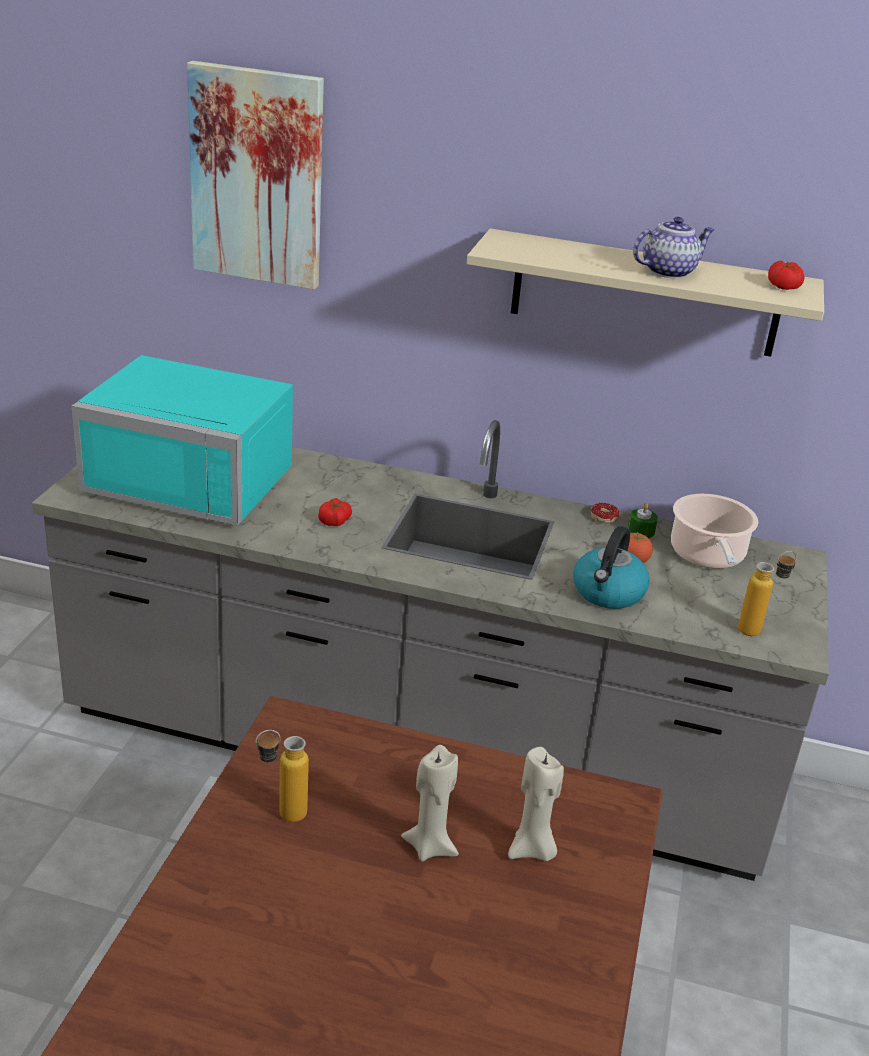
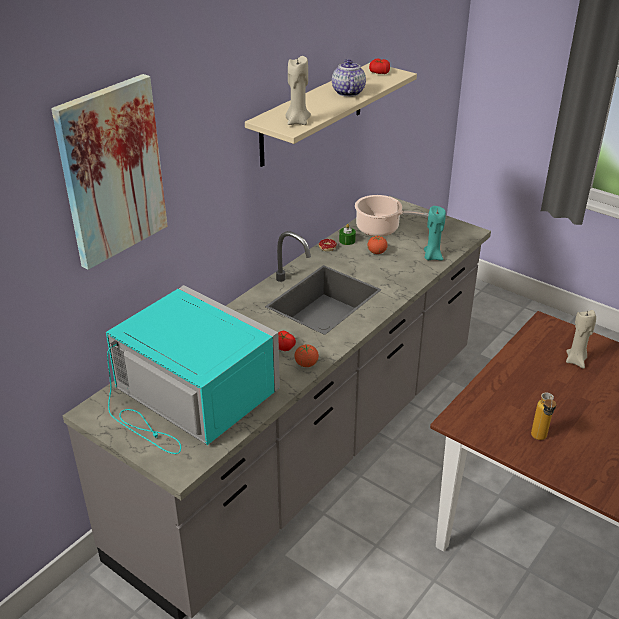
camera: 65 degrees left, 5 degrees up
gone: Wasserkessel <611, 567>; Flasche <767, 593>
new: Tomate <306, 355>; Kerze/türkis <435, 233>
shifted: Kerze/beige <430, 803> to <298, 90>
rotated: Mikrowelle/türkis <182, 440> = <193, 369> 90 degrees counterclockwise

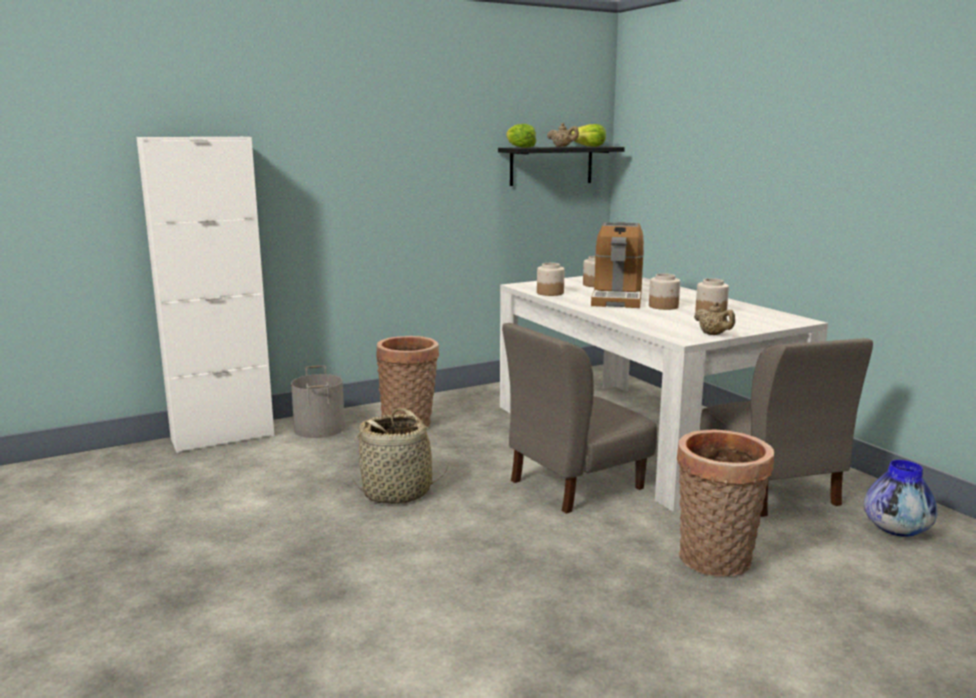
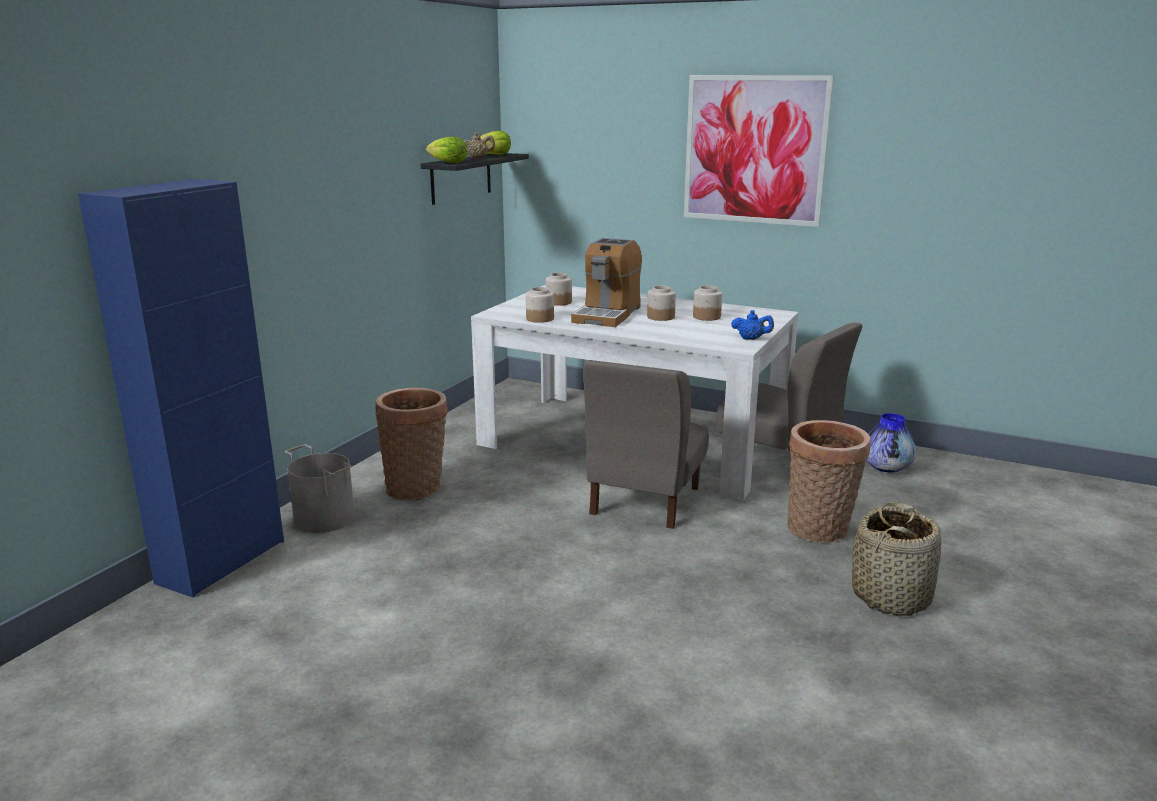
camera: 35 degrees left, 5 degrees up
new: Bild <759, 151>
shifted: Korb <400, 456> to <896, 559>
repainted: Schrank/weiß <205, 295> to Schrank/blau <181, 388>; Teekanne/beige <714, 318> to Teekanne/blau <752, 325>
rotated: Kaffeemaschine <617, 265> = <606, 282> 45 degrees clockwise

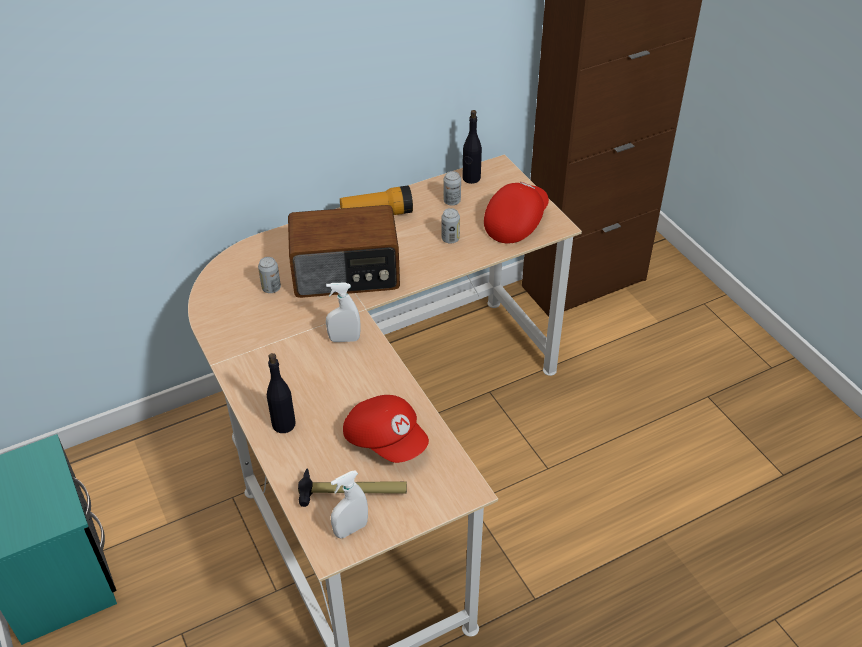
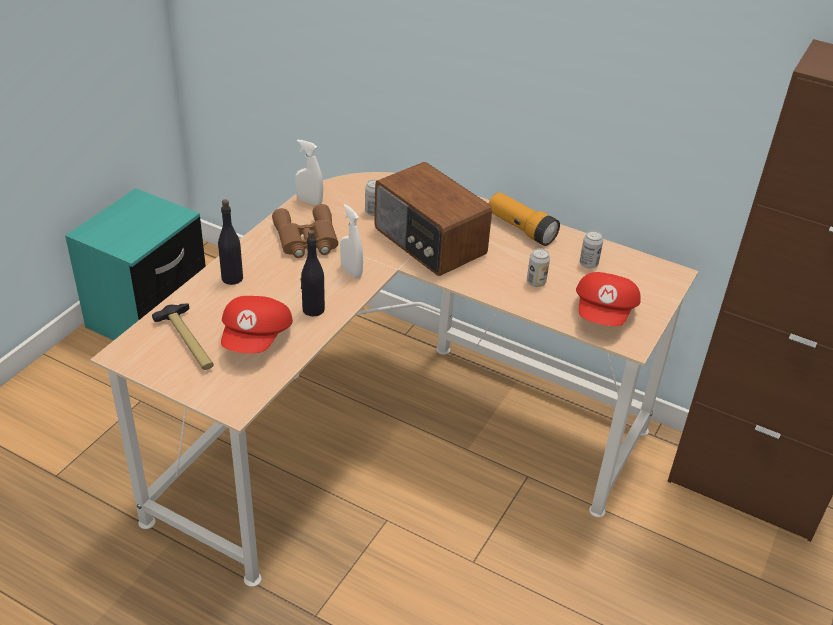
camera: 55 degrees right, 5 degrees down
new: Fernglas/braun <305, 231>
shifted: Sprühflasche/weiß <349, 504> to <309, 172>; Flasche/schwarz <472, 147> to <312, 273>
rotated: Kappe/rot <516, 213> = <608, 299> 105 degrees clockwise

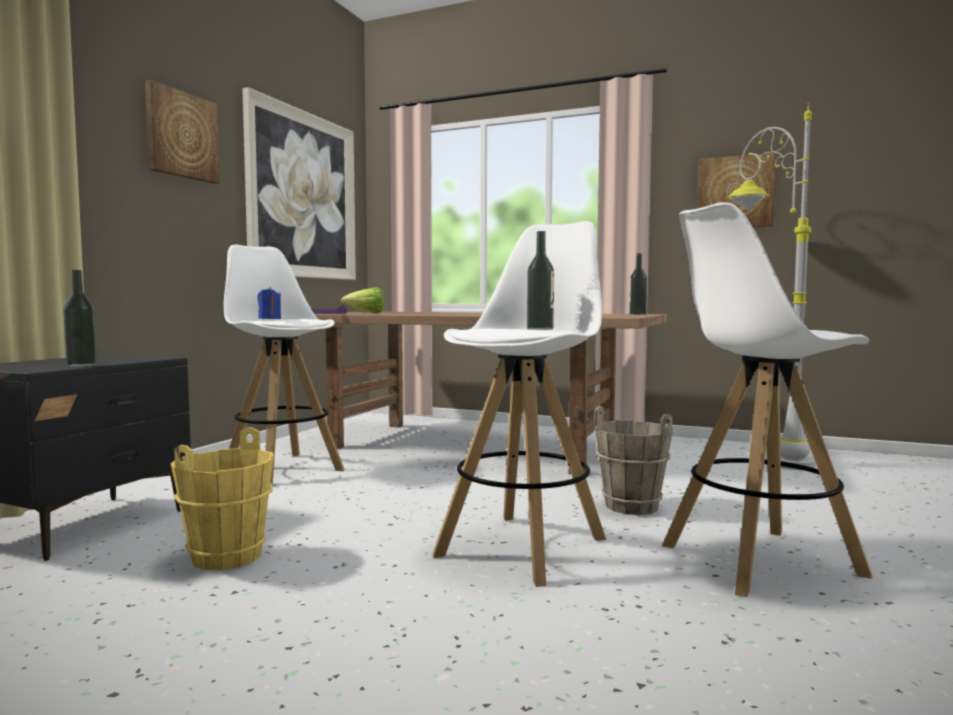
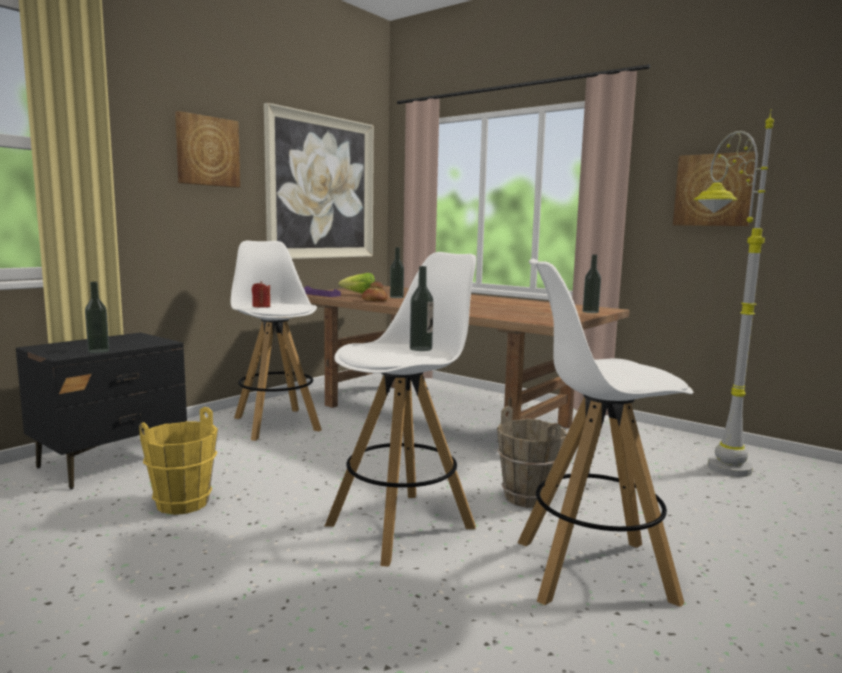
camera: 15 degrees right, 5 degrees up
new: Brot <375, 291>; Flasche <397, 272>
repainted: Kerze/blau <269, 303> to Kerze/rot <261, 294>

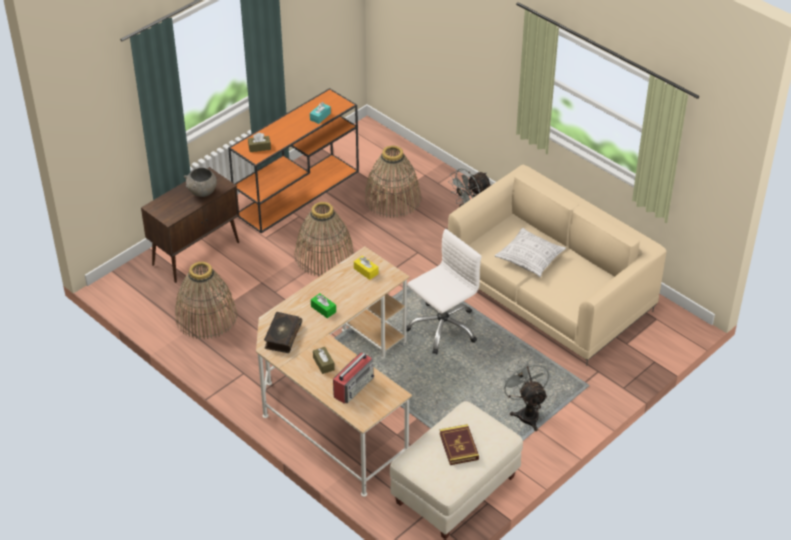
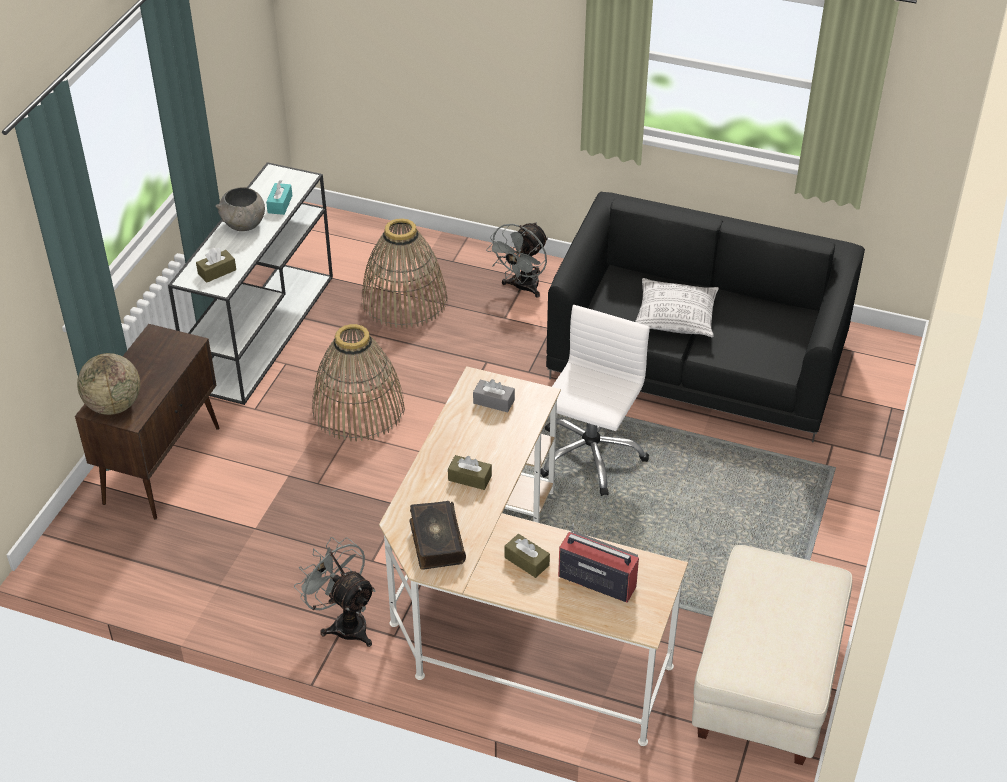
camera: 25 degrees left, 0 degrees up
gone: Korb <207, 300>; Buch <459, 444>
new: Globus <108, 384>
shifted: Schüssel/grau <200, 182> to <240, 209>; Ventilator/grau <525, 394> to <335, 592>
repainted: Konsolentisch/orange <293, 160> to Konsolentisch/weiß <250, 283>; Taschentuchbox/grün <323, 305> to Taschentuchbox/braun <470, 472>; Taschentuchbox/gelb <366, 268> to Taschentuchbox/grau <494, 395>; Sofa/beige <557, 265> to Sofa/schwarz <705, 317>
rotated: Radio <353, 378> = <598, 563> 75 degrees counterclockwise

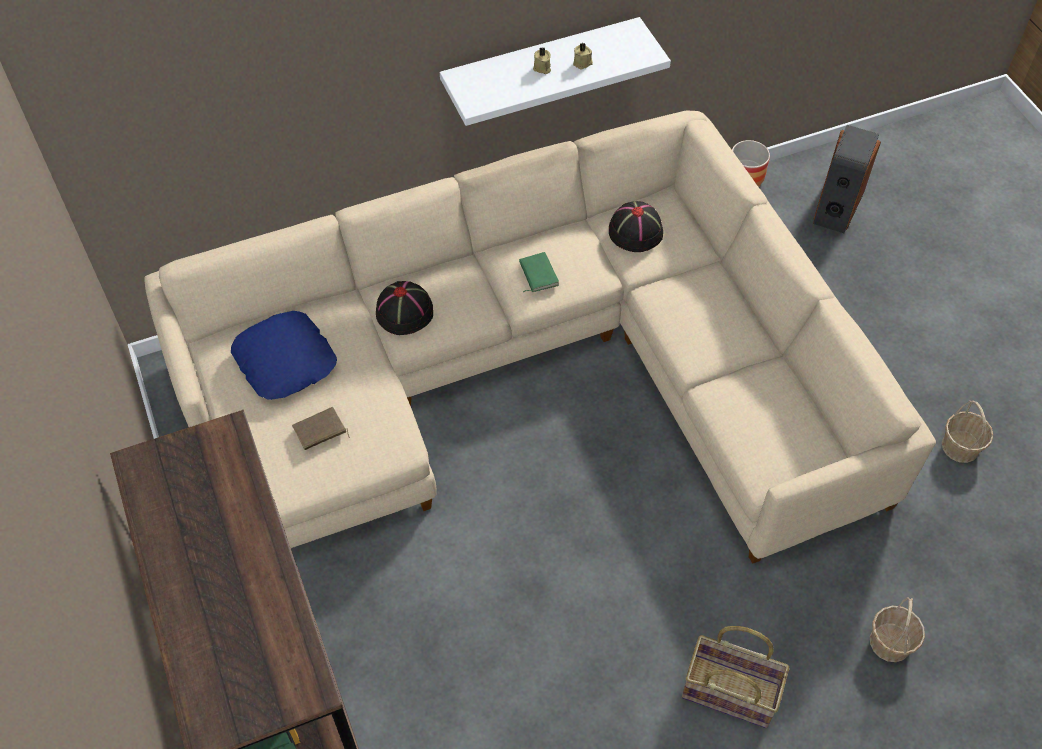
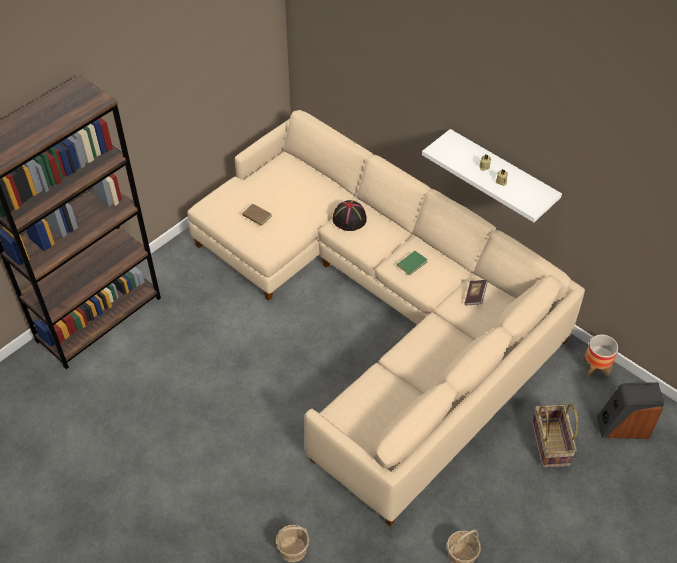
camera: 65 degrees right, 5 degrees down
gone: Kissen/blau <284, 355>
shifted: Korb <735, 677> to <555, 435>
swapped: Hut/schwarz <636, 226> to Buch <476, 292>

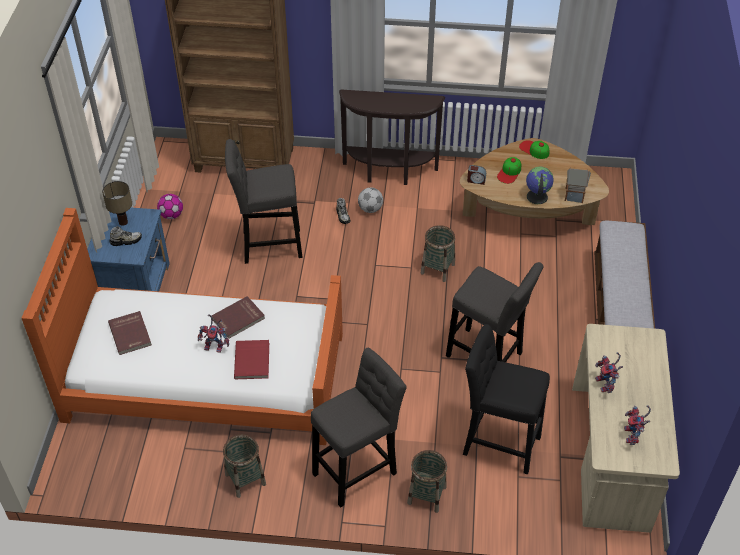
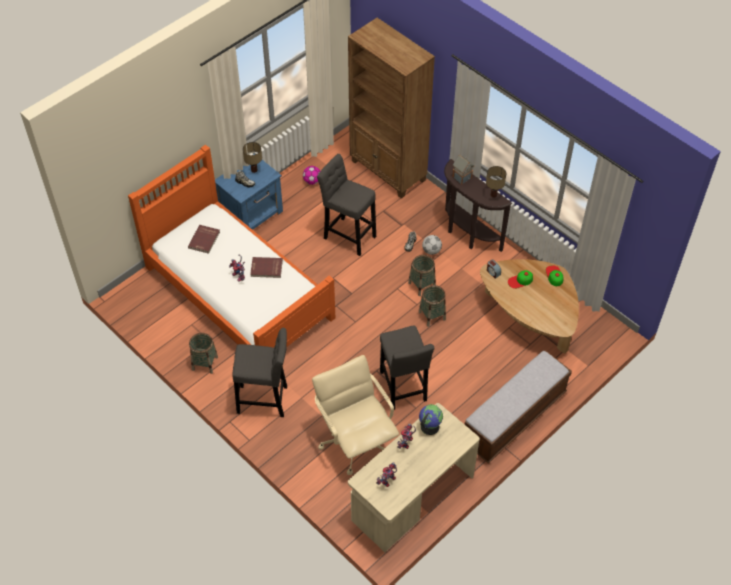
camera: 40 degrees right, 5 degrees up
gone: Buch/rot <251, 359>
new: Tischlampe <496, 182>
shifted: Korb <427, 481> to <422, 275>; Globus <540, 185> to <431, 419>; Spielzeughaus <578, 185> to <463, 169>
swapped: Hocker/schwarz <506, 399> to Bürostuhl/beige <355, 415>

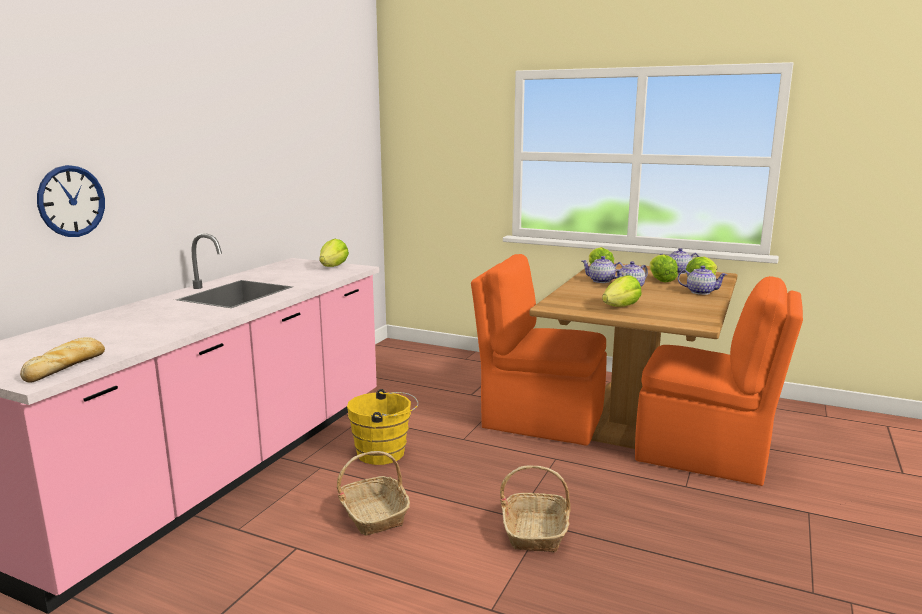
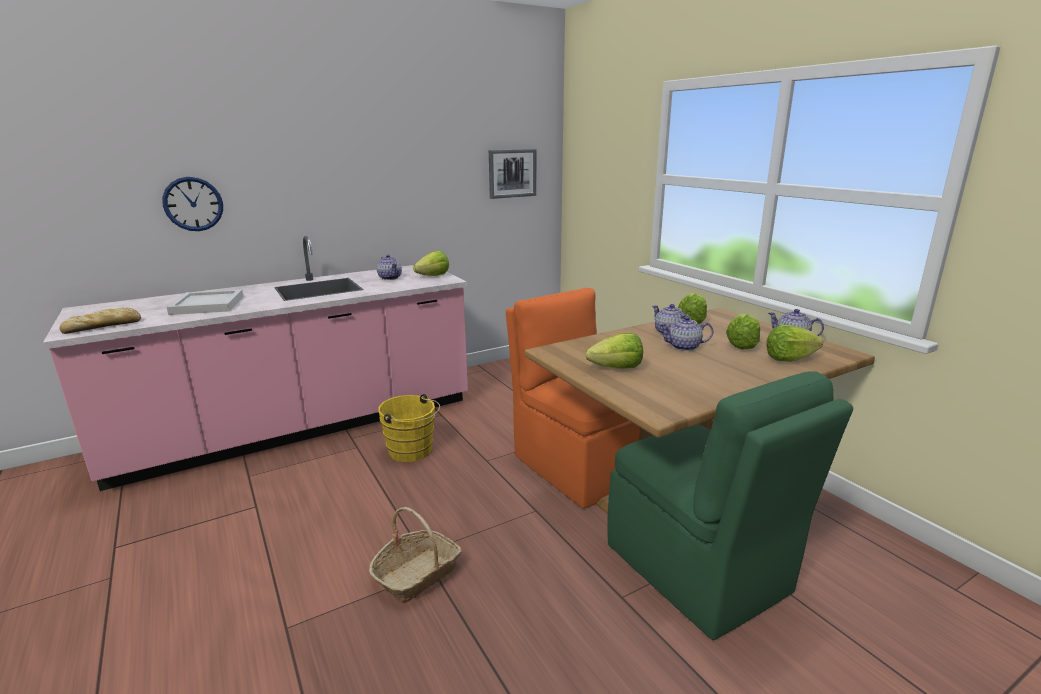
camera: 35 degrees right, 5 degrees up
gone: Korb <373, 493>
new: Tablett/weiß <205, 302>; Bild <512, 174>
shifted: Teekanne <702, 280> to <389, 267>
repainted: Stuhl/orange <719, 381> to Stuhl/grün <730, 505>

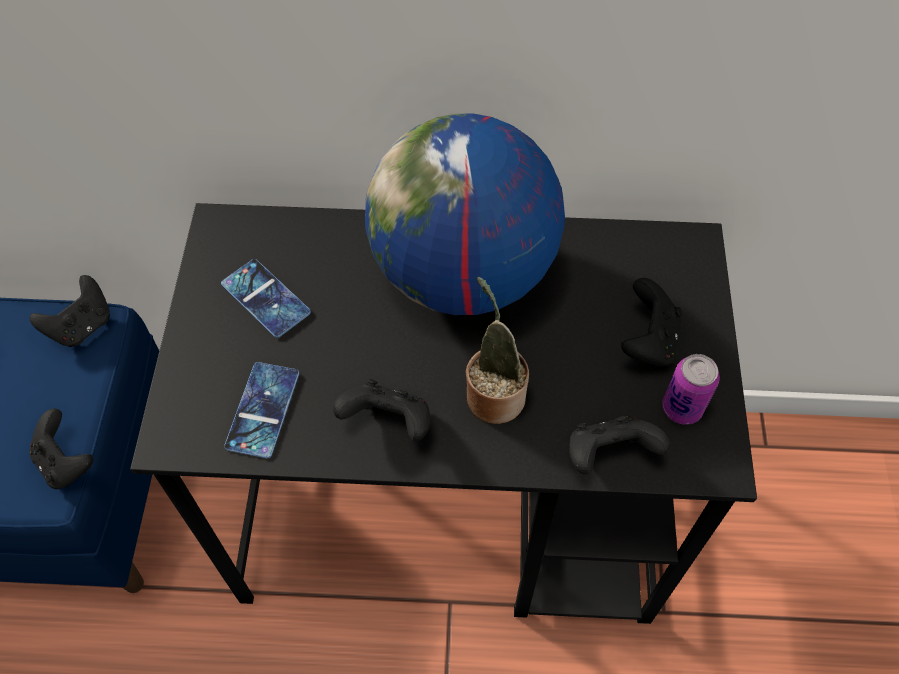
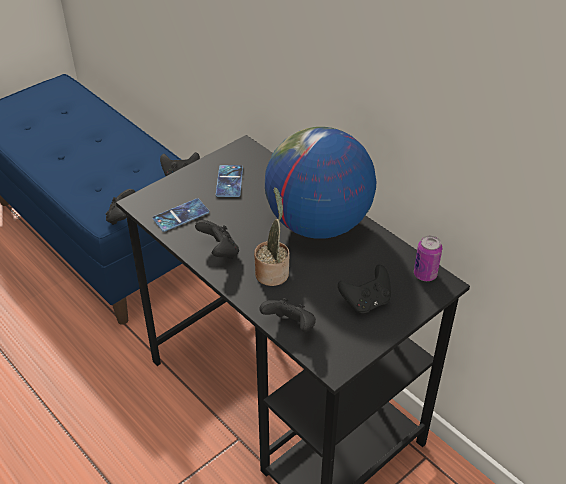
camera: 45 degrees right, 15 degrees down
shifted: Dose <691, 389> to <428, 258>

